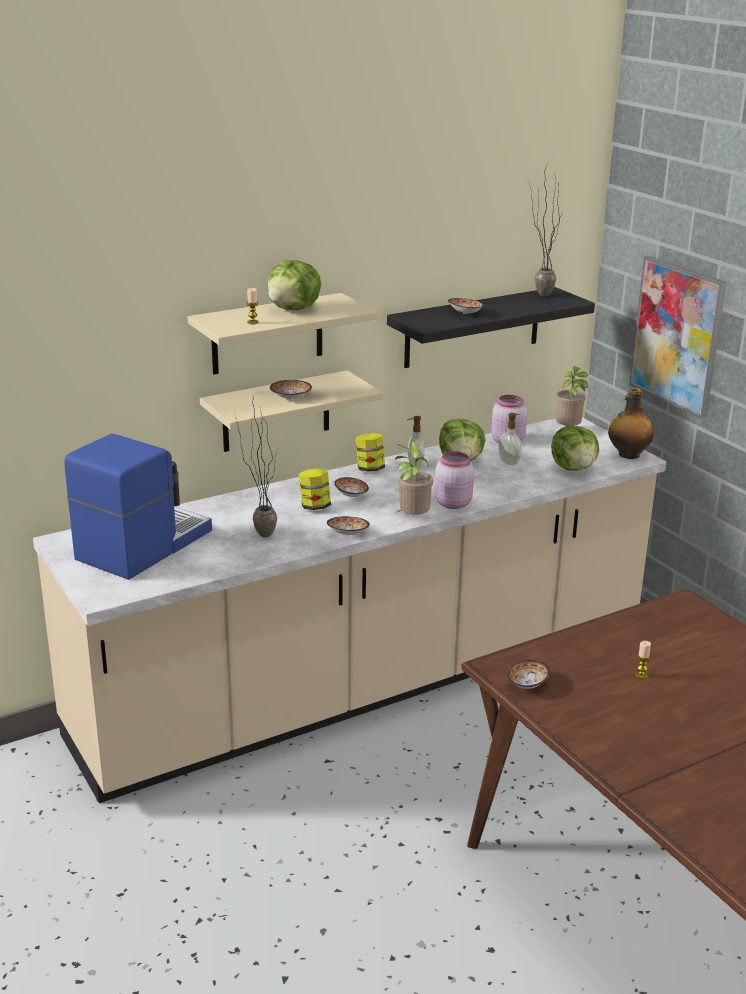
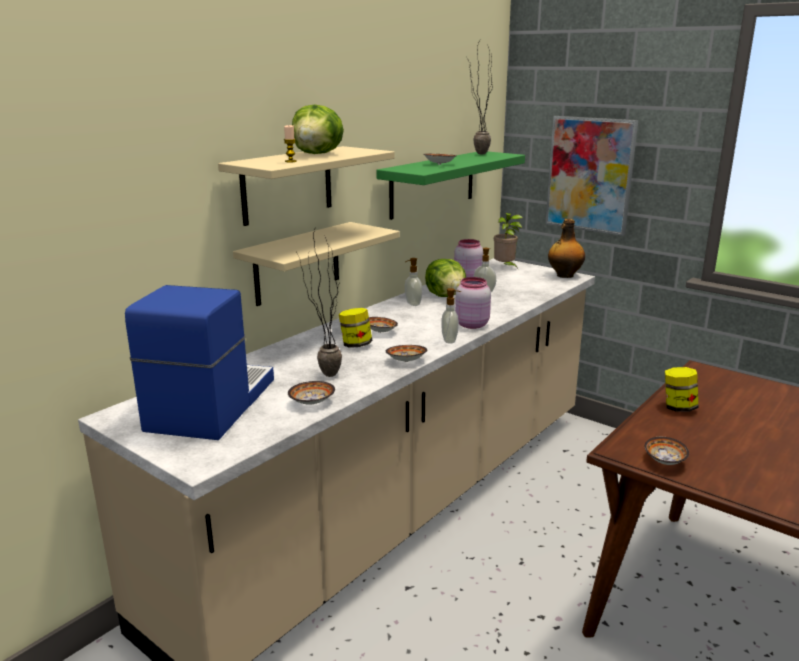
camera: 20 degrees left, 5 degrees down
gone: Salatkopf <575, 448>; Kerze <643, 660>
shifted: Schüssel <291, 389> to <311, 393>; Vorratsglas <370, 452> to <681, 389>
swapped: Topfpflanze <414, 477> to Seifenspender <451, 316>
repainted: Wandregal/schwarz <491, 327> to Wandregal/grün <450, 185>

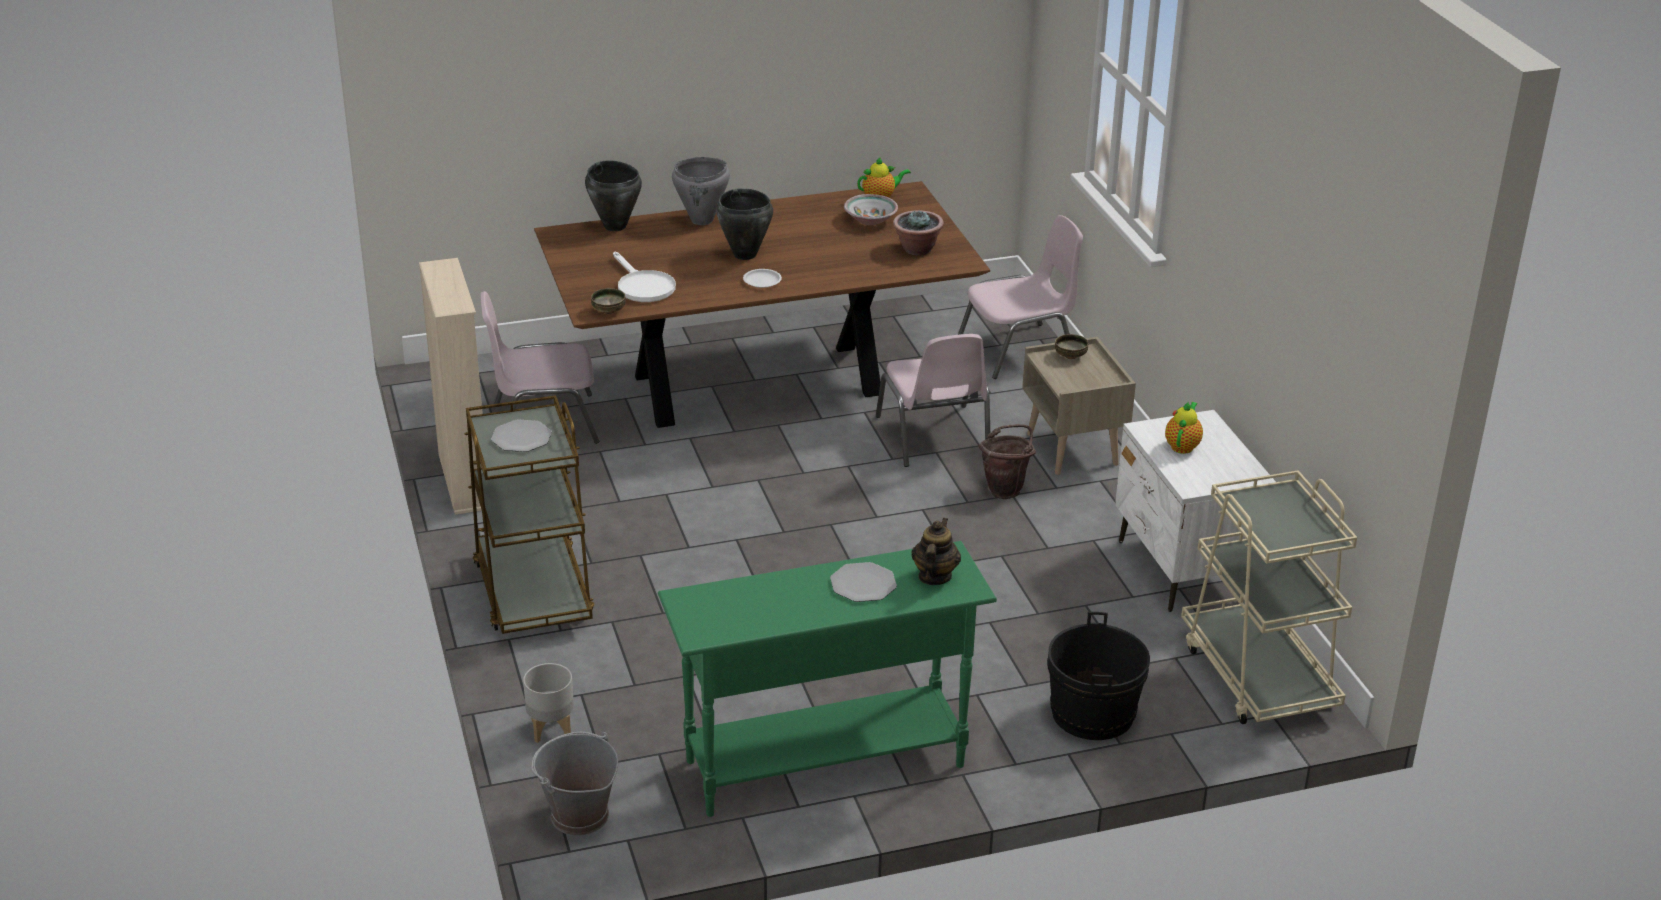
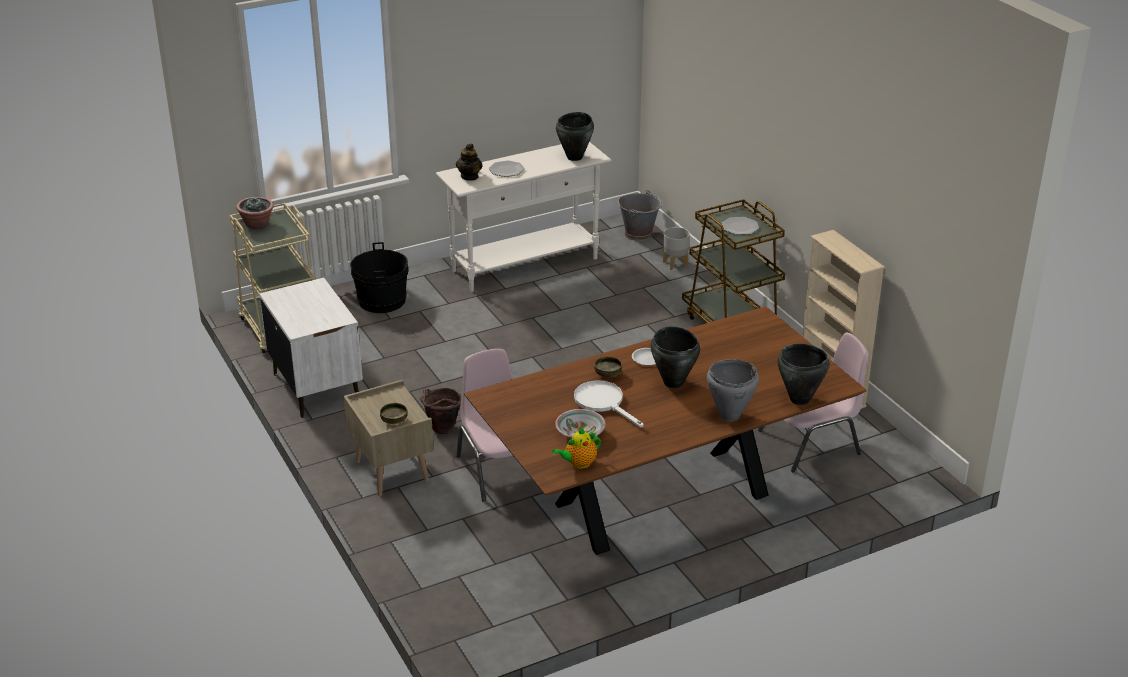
camera: 170 degrees right, 0 degrees up
gone: Stuhl/rosa <1020, 297>; Teekanne <1184, 427>
new: Kochtopf/schwarz <575, 136>
shifted: Topfpflanze <918, 232> to <255, 213>; Pfanne/weiß <644, 277> to <608, 403>; Schüssel <608, 301> to <608, 367>
repainted: Konsolentisch/grün <827, 679> to Konsolentisch/weiß <524, 217>

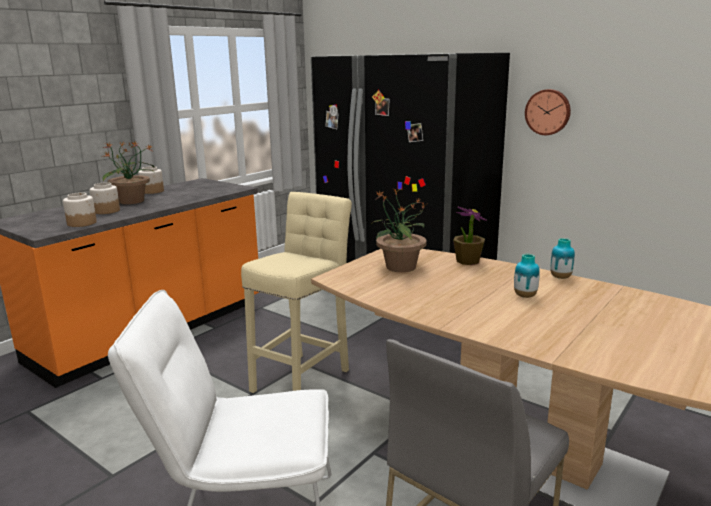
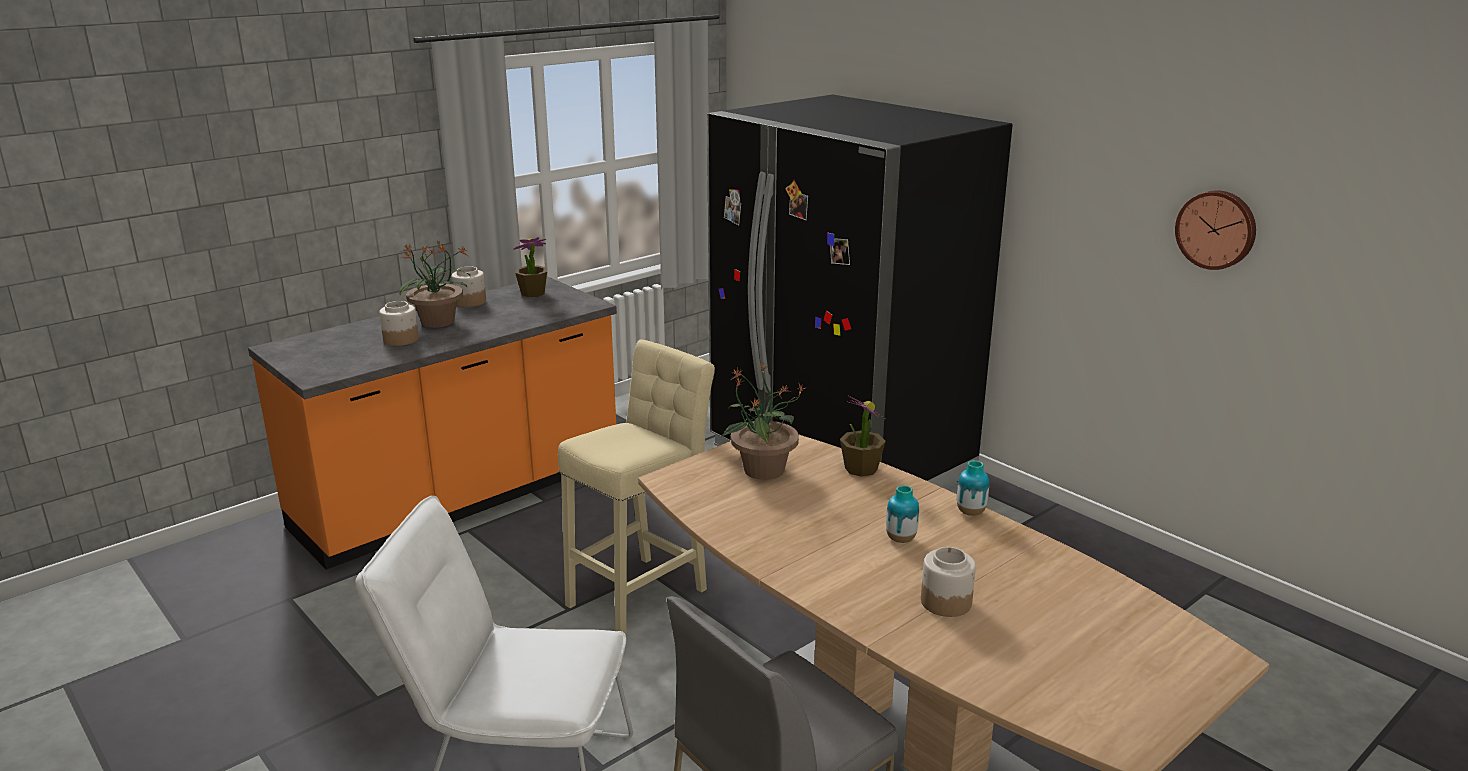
camera: 10 degrees right, 5 degrees up
new: Topfpflanze <530, 267>
shifted: Vorratsglas <80, 209> to <948, 582>; Wanduhr <548, 112> to <1215, 230>

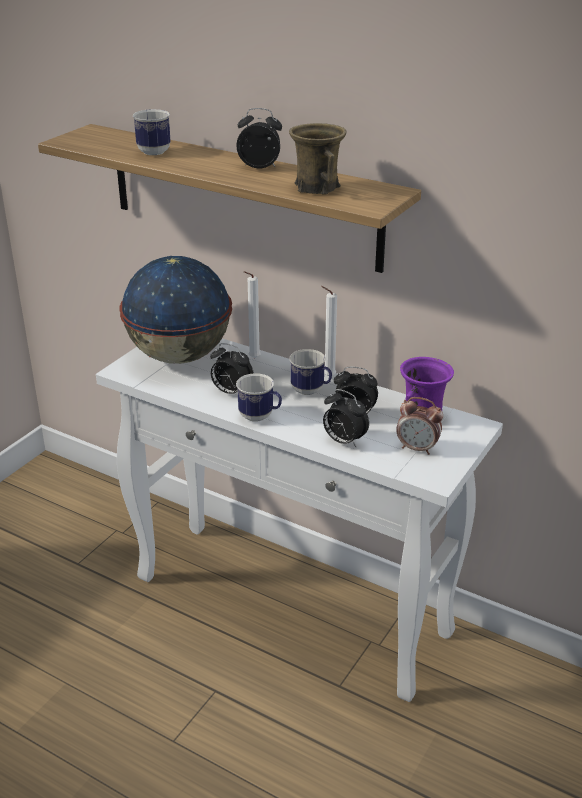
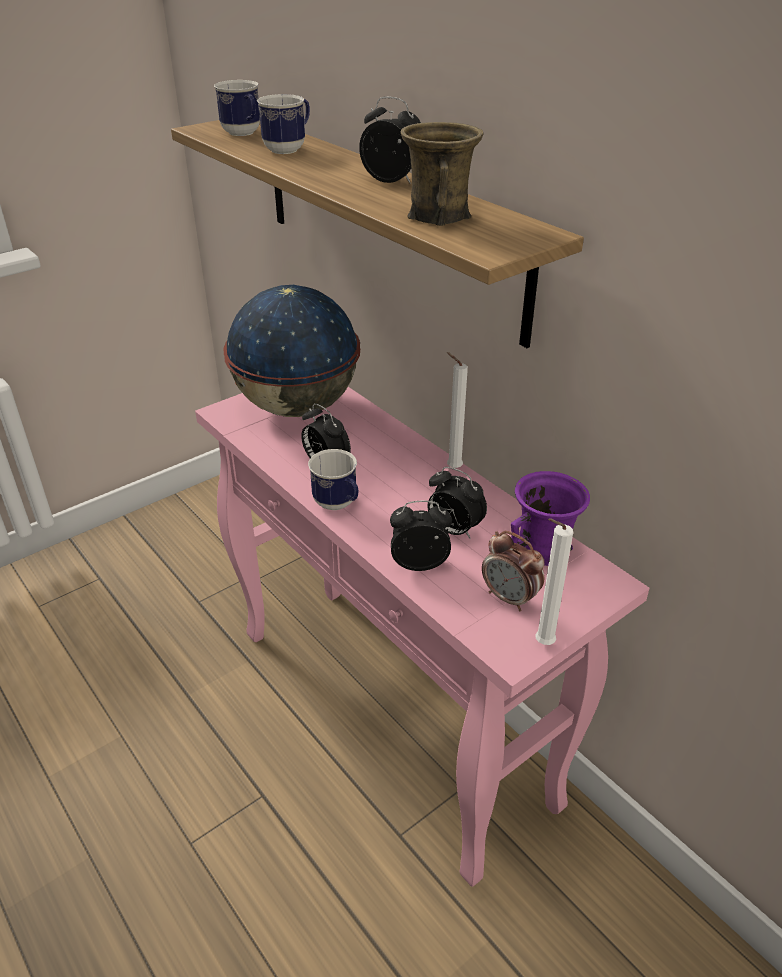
camera: 20 degrees right, 5 degrees up
shifted: Henkelbecher <310, 372> to <237, 108>; Kerze/weiß <252, 314> to <554, 581>
repainted: Konsolentisch/weiß <299, 520> to Konsolentisch/rosa <422, 637>
rotated: Wecker <346, 418> = <421, 535> 120 degrees clockwise

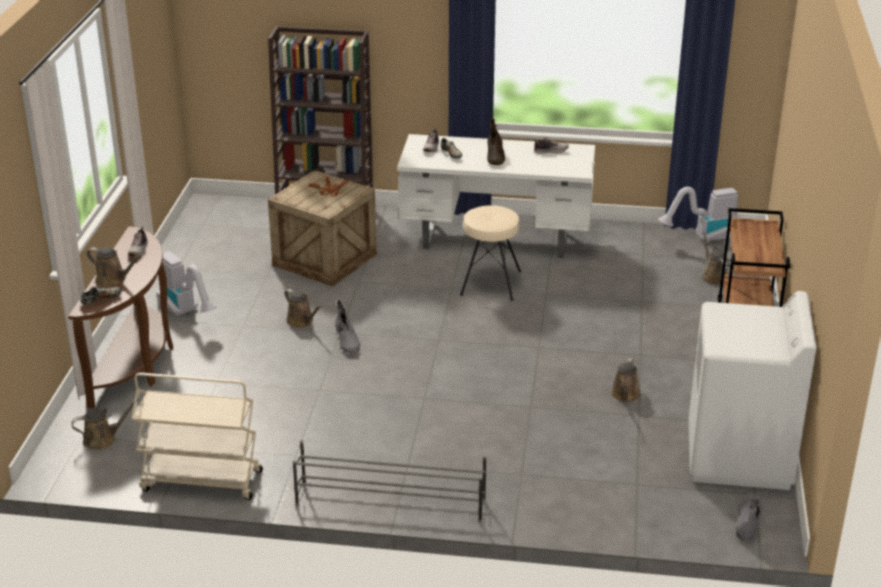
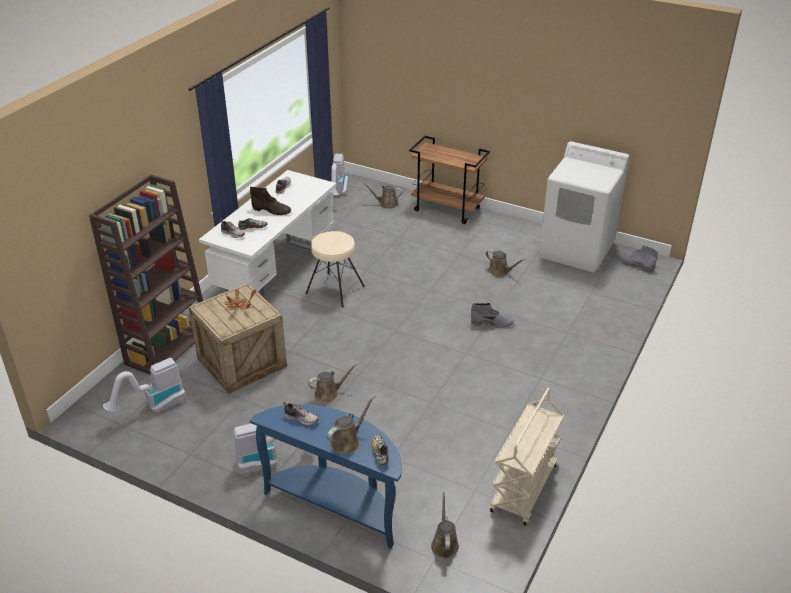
camera: 70 degrees left, 5 degrees up
gone: Schuhregal/grau <389, 481>
new: Staubsauger <144, 385>
shifted: Stiefel/grau <347, 326> to <492, 315>
repainted: Konsolentisch/braun <120, 317> to Konsolentisch/blau <325, 476>

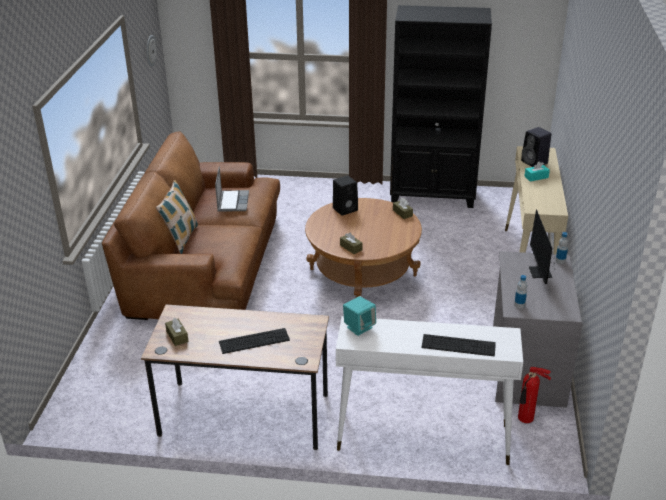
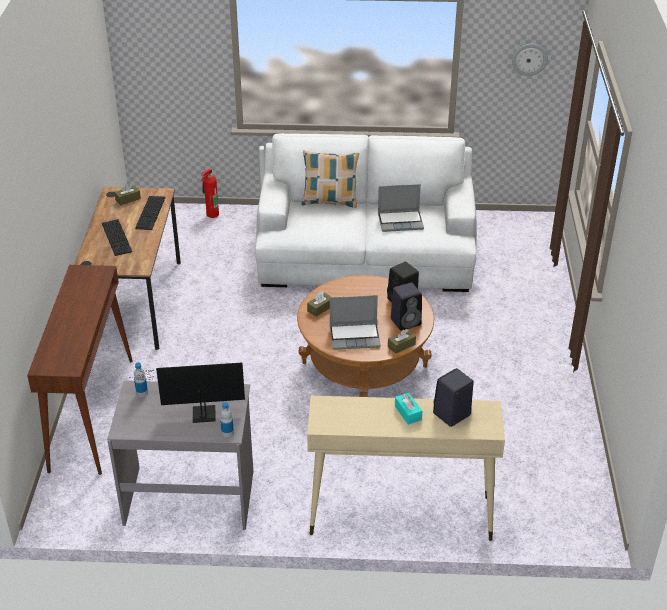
camera: 85 degrees right, 5 degrees up
gone: Lautsprecher/türkis <359, 316>; Bücherregal/schwarz <441, 106>
new: Laptop <355, 322>; Lautsprecher/schwarz <406, 306>
shifted: Tastatur <458, 345> to <150, 213>; Feuerlöscher <534, 395> to <210, 193>
repainted: Konsolentisch/weiß <429, 390> to Konsolentisch/braun <80, 370>; Sofa/braun <191, 225> to Sofa/weiß <366, 212>

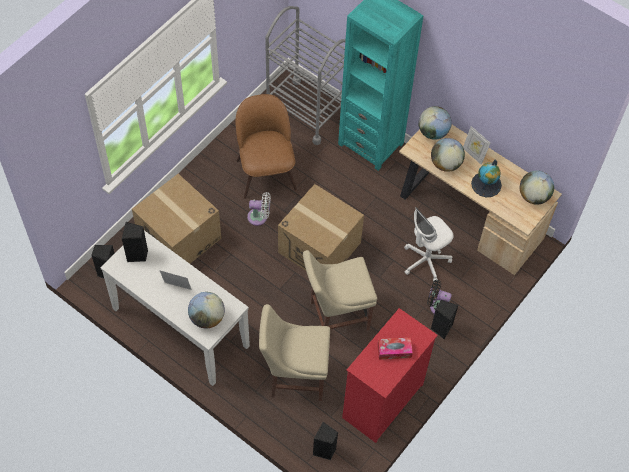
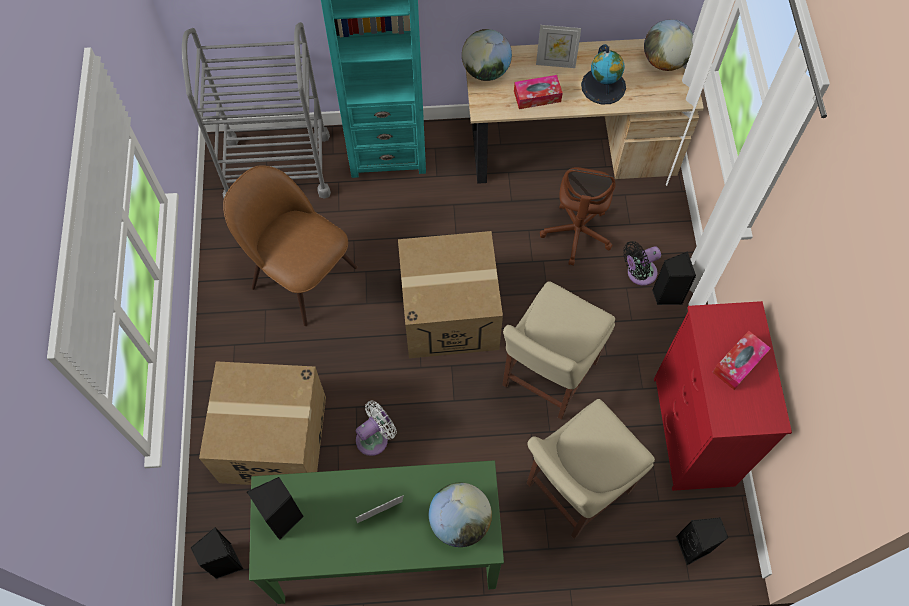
camera: 40 degrees left, 5 degrees up
shifted: Ventilator/weiß <259, 209> to <376, 428>
swapped: Globus <448, 155> to Taschentuchbox <538, 92>
repainted: Konsolentisch/weiß <175, 308> to Konsolentisch/grün <376, 532>; Bürostuhl/weiß <428, 245> to Bürostuhl/braun <578, 216>

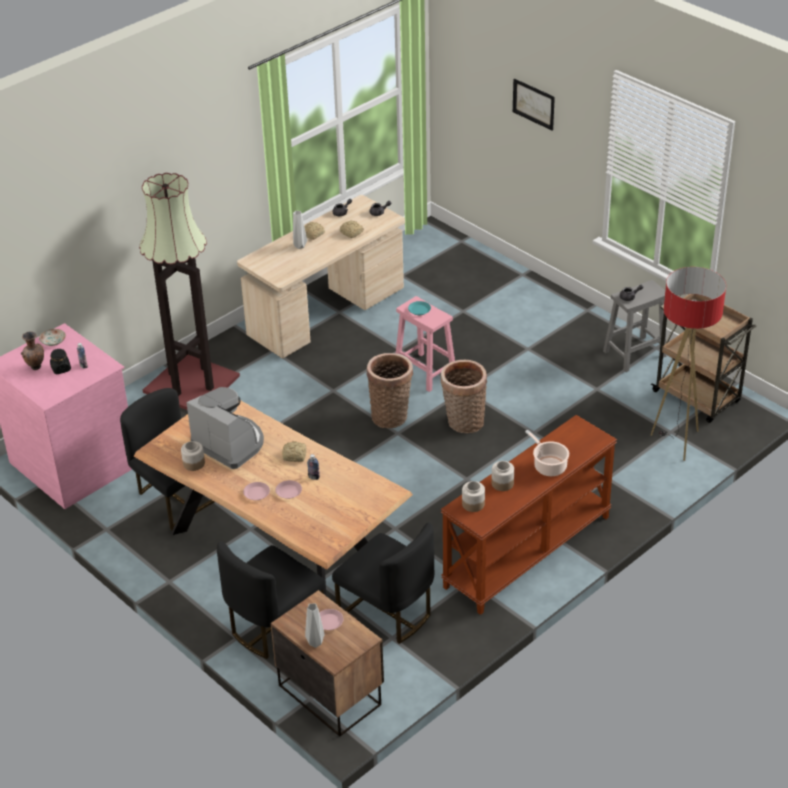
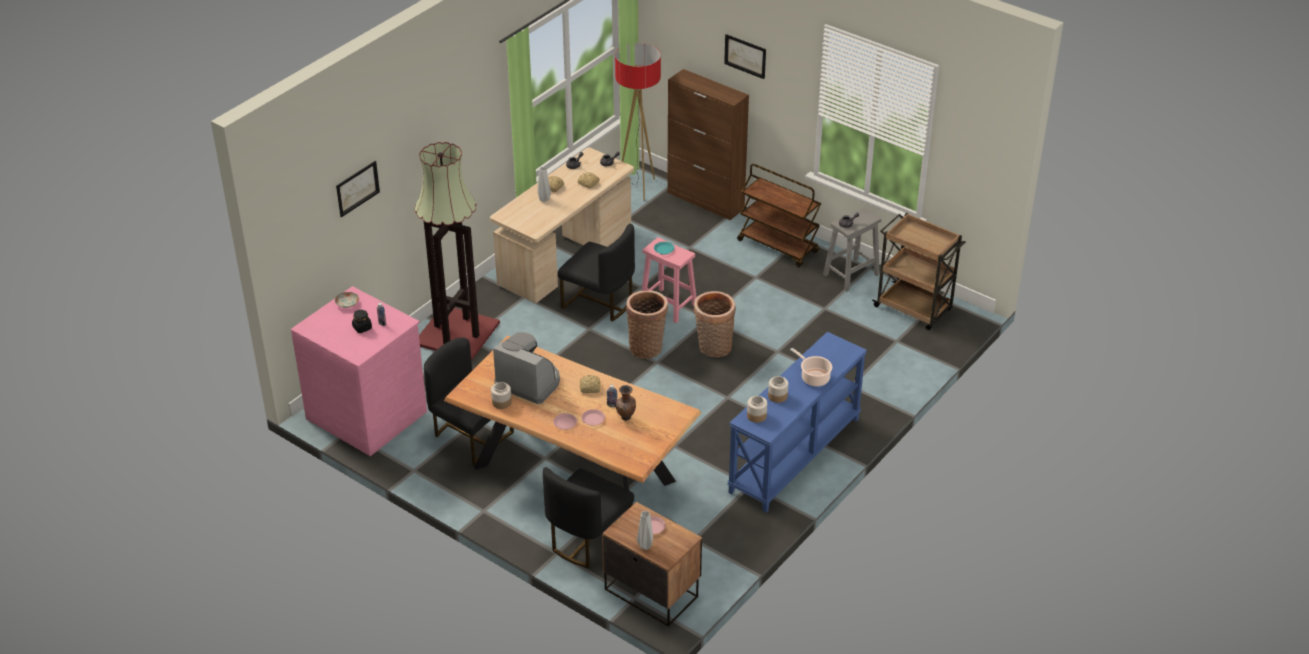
camera: 10 degrees left, 0 degrees up
new: Bild <358, 189>; Schrank/braun <708, 144>; Rollwagen/braun <779, 215>
shifted: Stuhl/schwarz <383, 583> to <596, 273>; Stehlampe <688, 364> to <638, 122>; Vase/braun <32, 350> to <625, 403>
repainted: Konsolentisch/braun <529, 515> to Konsolentisch/blau <797, 422>

